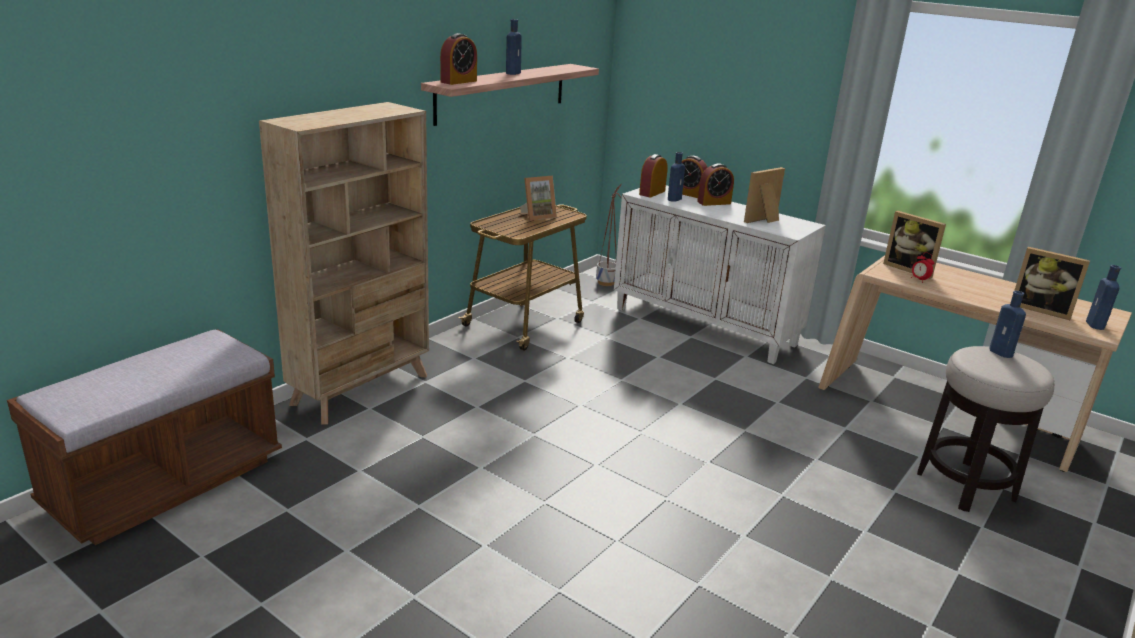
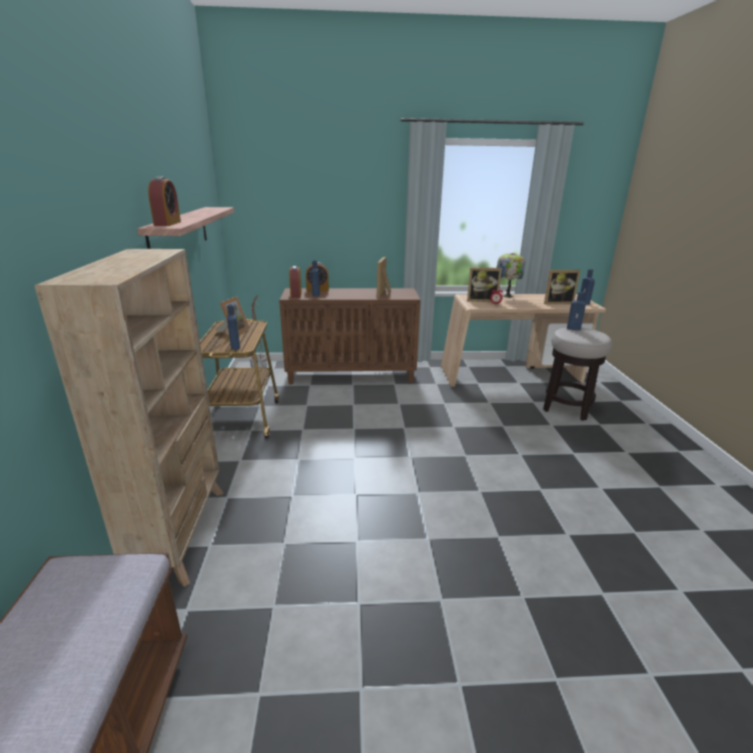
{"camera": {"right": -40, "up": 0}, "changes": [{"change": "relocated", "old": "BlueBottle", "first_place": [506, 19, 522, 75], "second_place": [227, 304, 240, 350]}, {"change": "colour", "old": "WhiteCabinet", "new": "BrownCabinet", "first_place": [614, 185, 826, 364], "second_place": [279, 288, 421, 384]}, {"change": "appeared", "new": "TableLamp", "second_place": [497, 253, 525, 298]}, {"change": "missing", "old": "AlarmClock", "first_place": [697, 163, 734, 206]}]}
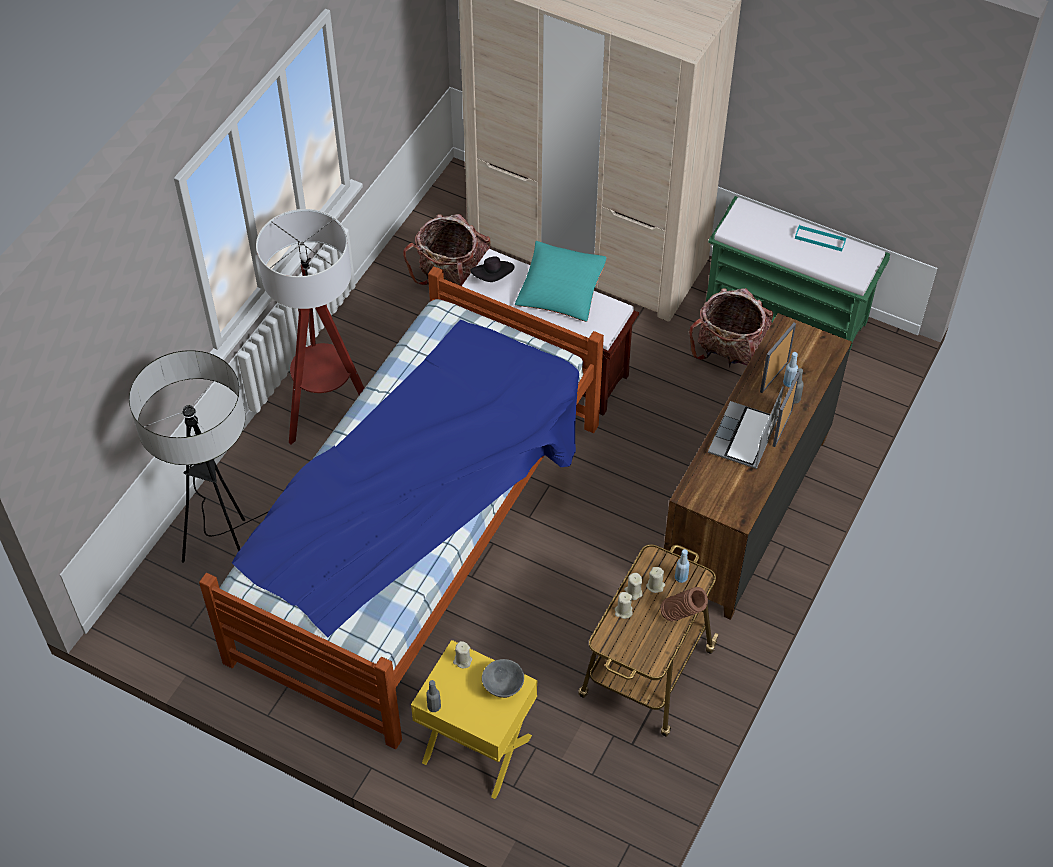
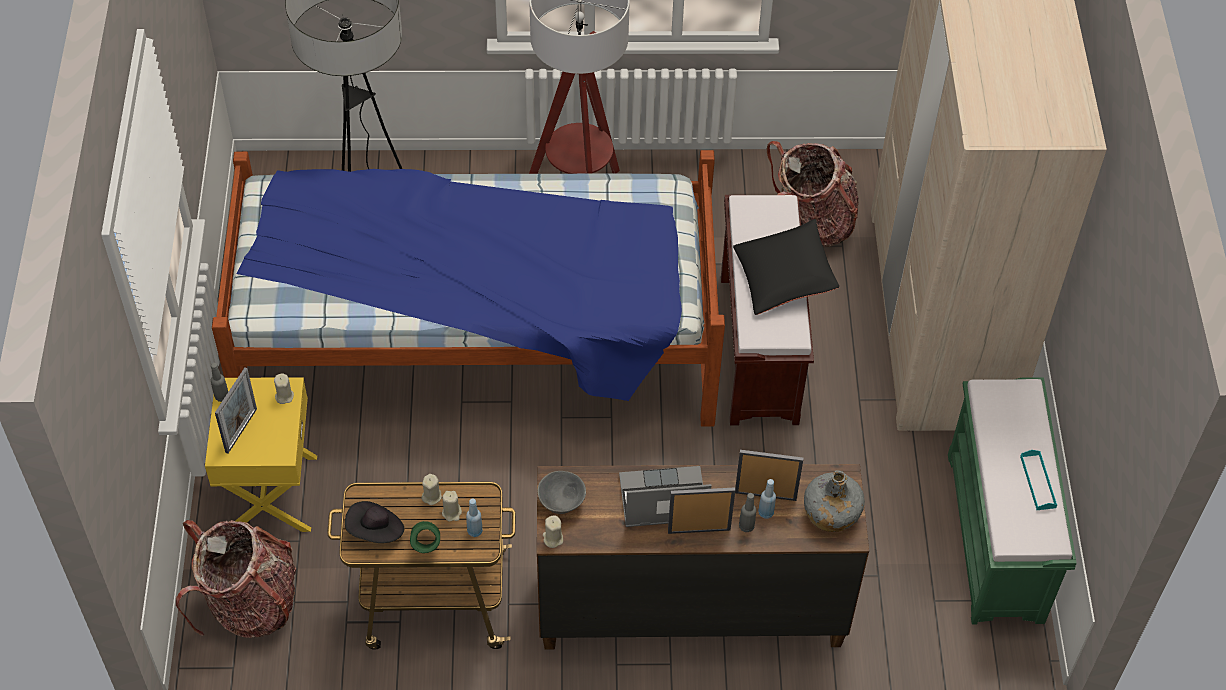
{"camera": {"right": 60, "up": 0}, "changes": [{"change": "relocated", "old": "Backpack", "first_place": [689, 288, 773, 368], "second_place": [176, 520, 296, 638]}, {"change": "appeared", "new": "PictureFrame", "second_place": [215, 368, 257, 454]}, {"change": "relocated", "old": "BlackHat", "first_place": [470, 256, 515, 282], "second_place": [345, 501, 404, 543]}, {"change": "colour", "old": "BrownVase", "new": "GreenVase", "first_place": [660, 587, 708, 621], "second_place": [410, 521, 440, 553]}, {"change": "relocated", "old": "GreyBowl", "first_place": [482, 659, 524, 698], "second_place": [538, 471, 586, 514]}, {"change": "relocated", "old": "BeigeCandle", "first_place": [615, 592, 633, 619], "second_place": [543, 516, 563, 548]}, {"change": "colour", "old": "TurquoisePillow", "new": "BlackPillow", "first_place": [515, 241, 607, 322], "second_place": [733, 219, 839, 315]}, {"change": "appeared", "new": "GreyBottle", "second_place": [804, 470, 865, 532]}]}
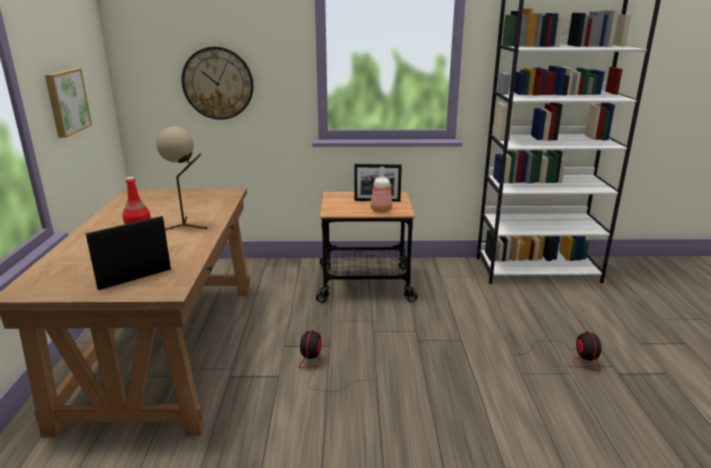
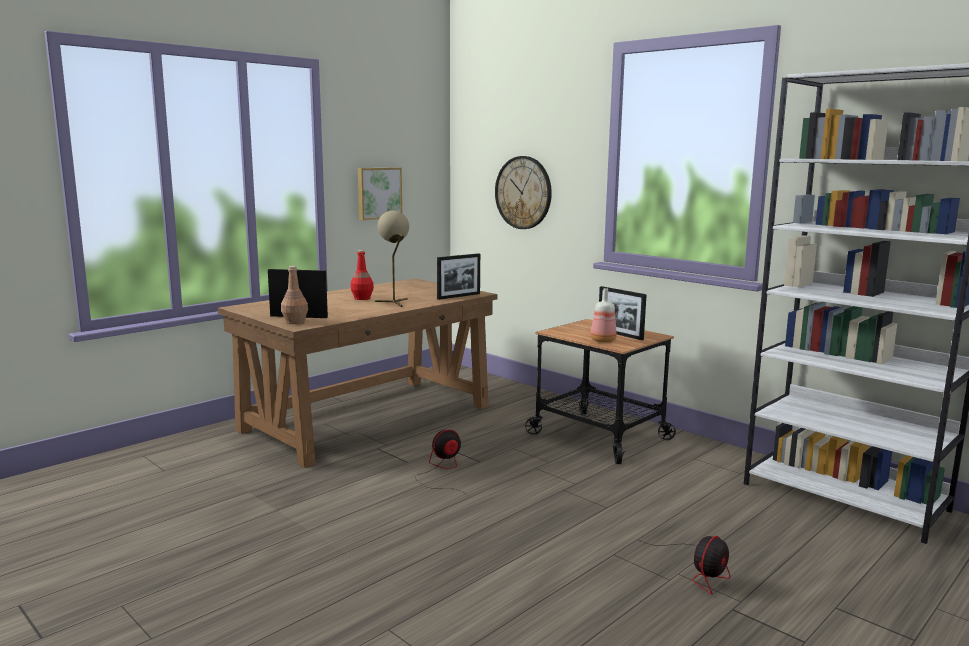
{"camera": {"right": 45, "up": -10}, "changes": [{"change": "appeared", "new": "BrownBottle", "second_place": [281, 266, 308, 324]}, {"change": "appeared", "new": "PictureFrame", "second_place": [437, 253, 480, 300]}]}
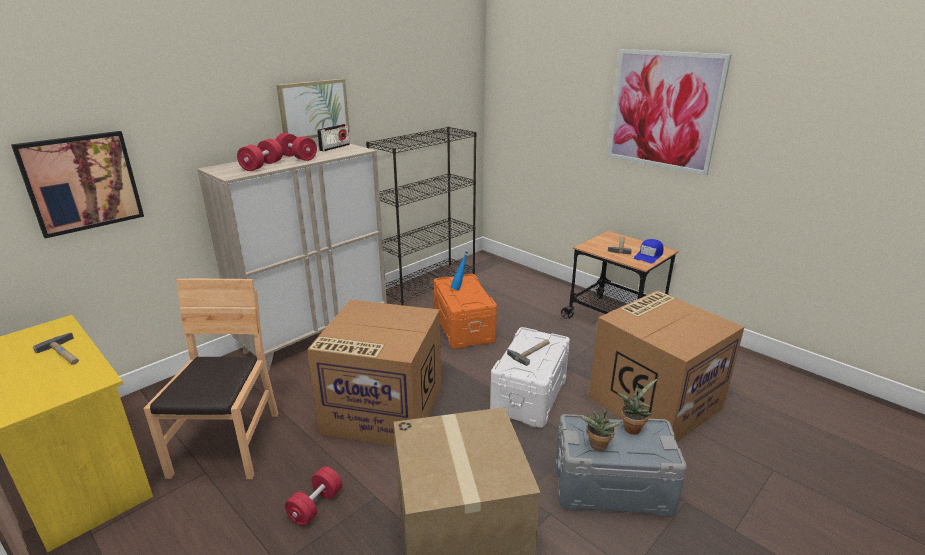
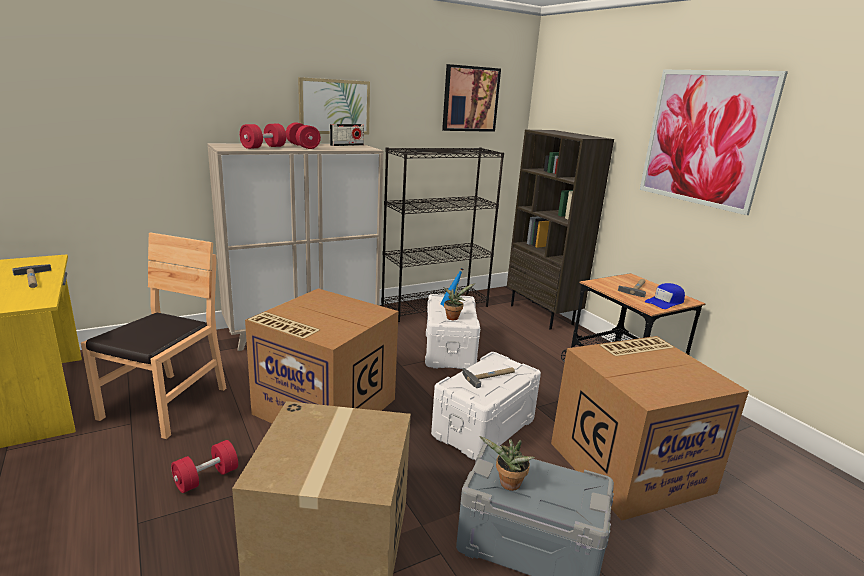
{"camera": {"right": 15, "up": -5}, "changes": [{"change": "colour", "old": "OrangeStorageBox", "new": "WhiteStorageBox", "first_place": [434, 274, 497, 349], "second_place": [425, 294, 480, 369]}, {"change": "relocated", "old": "Picture", "first_place": [11, 131, 144, 238], "second_place": [442, 64, 501, 132]}, {"change": "relocated", "old": "PottedPlant", "first_place": [617, 379, 657, 435], "second_place": [443, 283, 476, 320]}, {"change": "appeared", "new": "BrownBookcase", "second_place": [507, 130, 614, 330]}]}
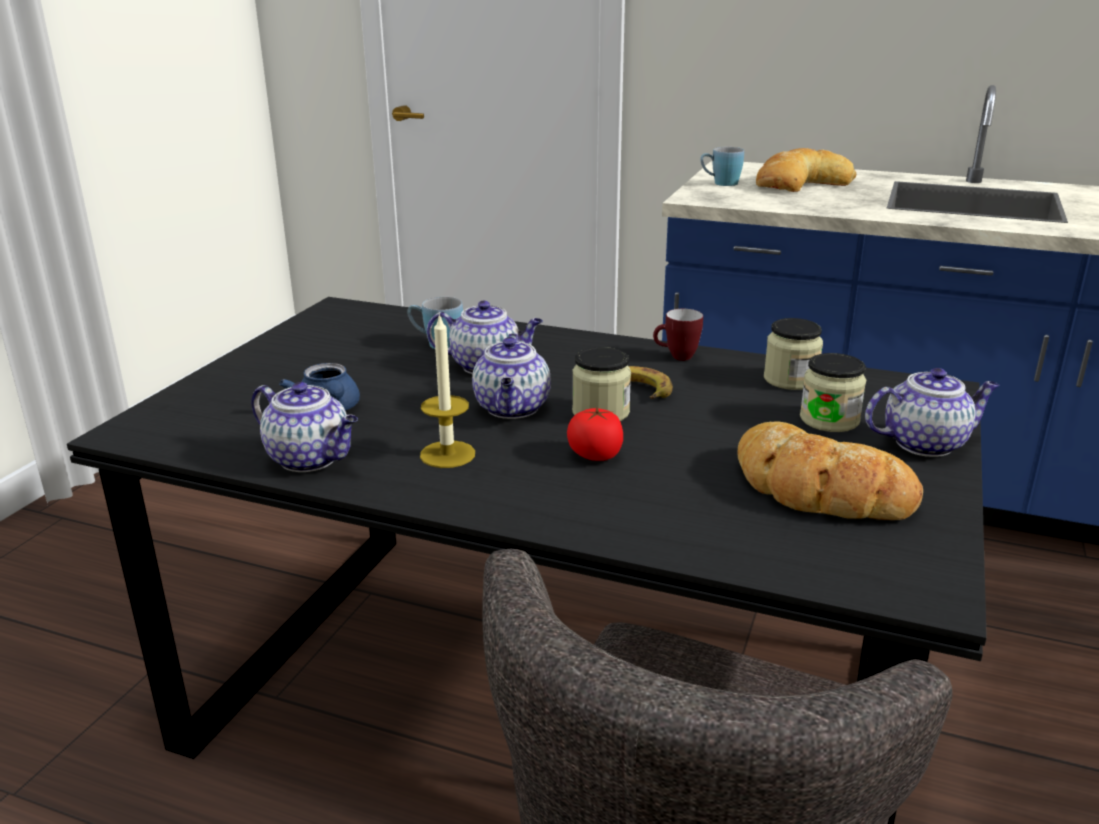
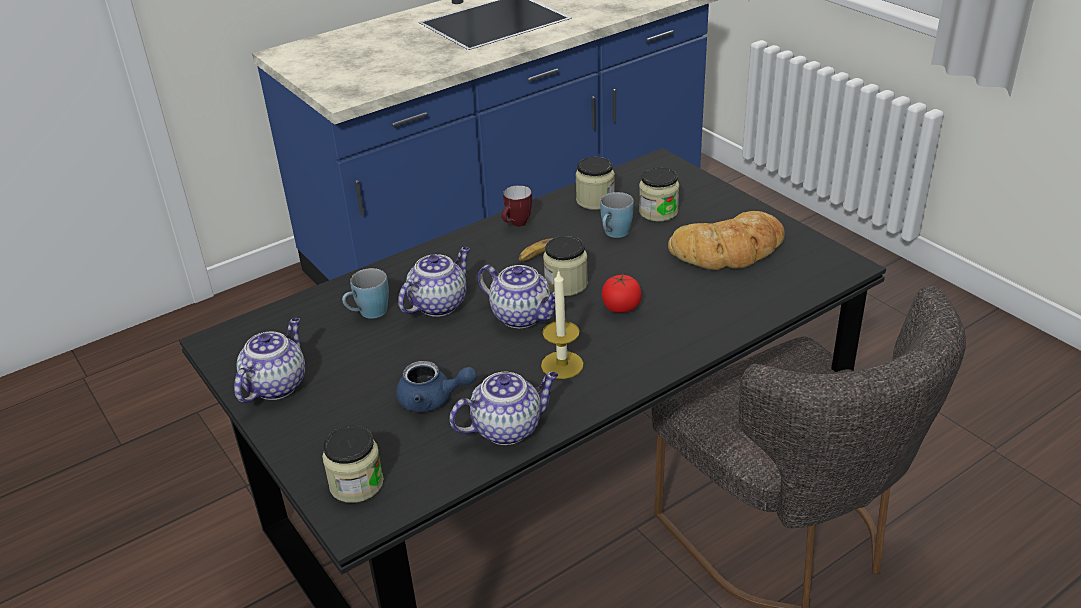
{"camera": {"right": -55, "up": 10}, "changes": [{"change": "relocated", "old": "Teapot", "first_place": [865, 368, 1000, 457], "second_place": [234, 318, 305, 403]}, {"change": "appeared", "new": "Jar", "second_place": [322, 425, 384, 503]}, {"change": "relocated", "old": "BlueMug", "first_place": [700, 147, 744, 186], "second_place": [600, 192, 634, 238]}, {"change": "missing", "old": "Bread", "first_place": [756, 148, 856, 192]}]}
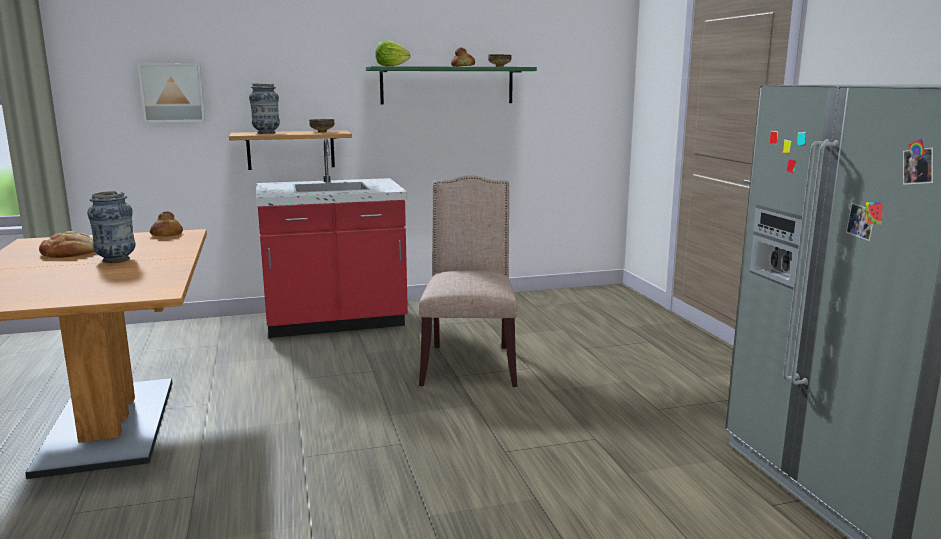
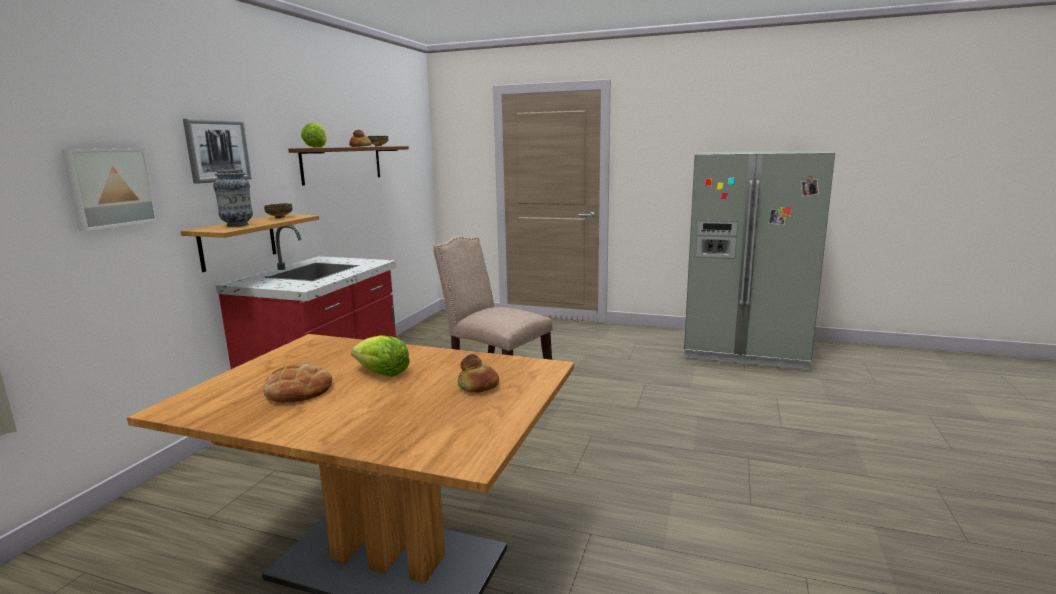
{"camera": {"right": -55, "up": 0}, "changes": [{"change": "appeared", "new": "Picture", "second_place": [183, 119, 252, 184]}, {"change": "colour", "old": "GreenShelf", "new": "BrownShelf", "first_place": [366, 66, 537, 104], "second_place": [288, 146, 409, 185]}, {"change": "exchanged", "old": "Vase", "new": "Lettuce", "first_place": [87, 191, 135, 263], "second_place": [351, 335, 410, 377]}, {"change": "relocated", "old": "Bread", "first_place": [150, 211, 183, 236], "second_place": [458, 354, 499, 393]}]}
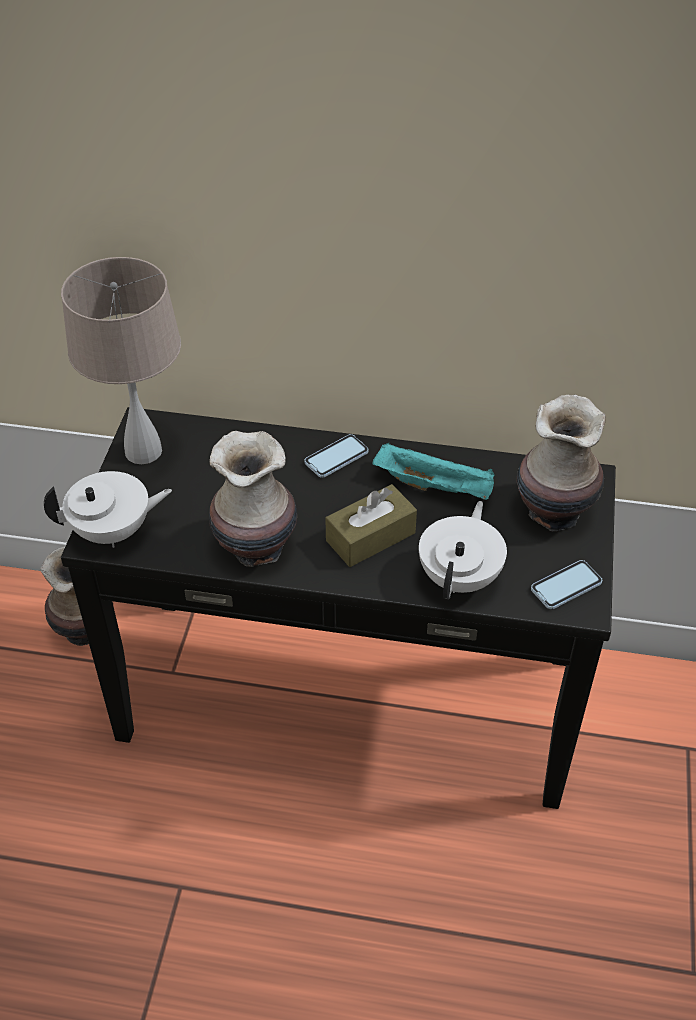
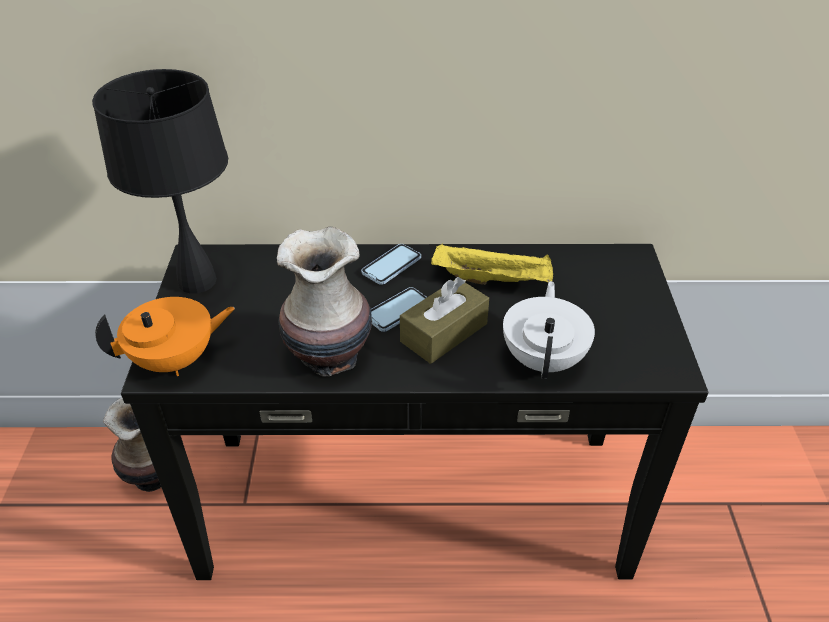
{"camera": {"right": -10, "up": -5}, "changes": [{"change": "colour", "old": "BeigeTableLamp", "new": "BlackTableLamp", "first_place": [61, 257, 181, 464], "second_place": [92, 69, 228, 294]}, {"change": "colour", "old": "WhiteTeapot", "new": "OrangeTeapot", "first_place": [44, 471, 172, 548], "second_place": [95, 297, 235, 376]}, {"change": "relocated", "old": "Phone", "first_place": [531, 560, 602, 609], "second_place": [371, 287, 427, 332]}, {"change": "colour", "old": "TurquoiseTray", "new": "YellowTray", "first_place": [372, 443, 495, 500], "second_place": [431, 243, 553, 285]}, {"change": "missing", "old": "Vase", "first_place": [517, 394, 606, 531]}]}
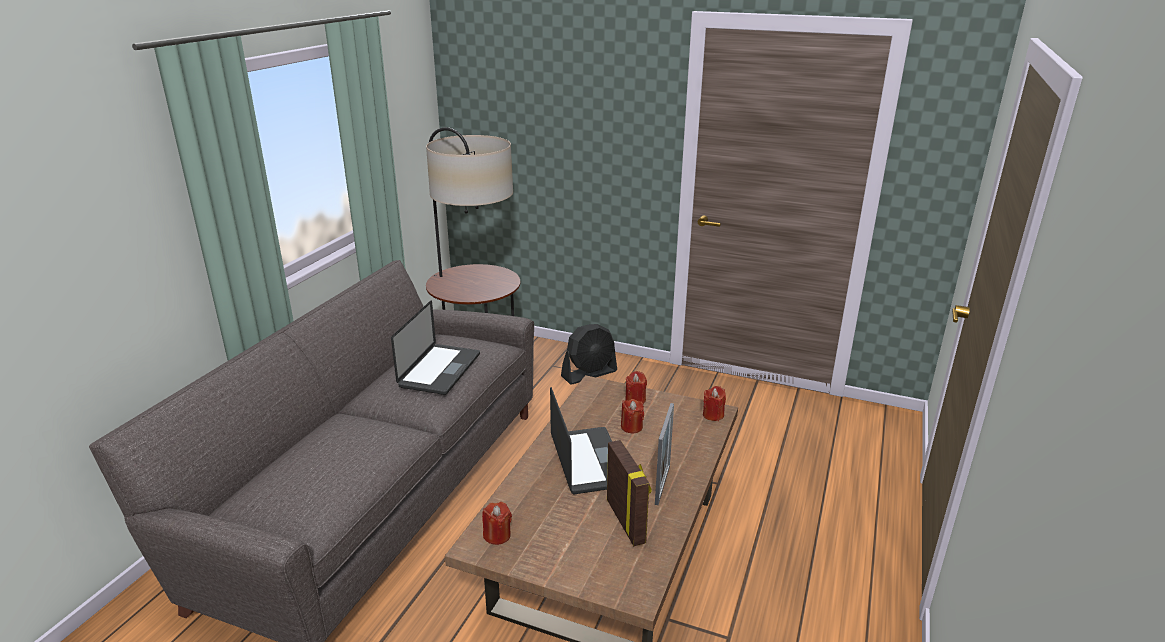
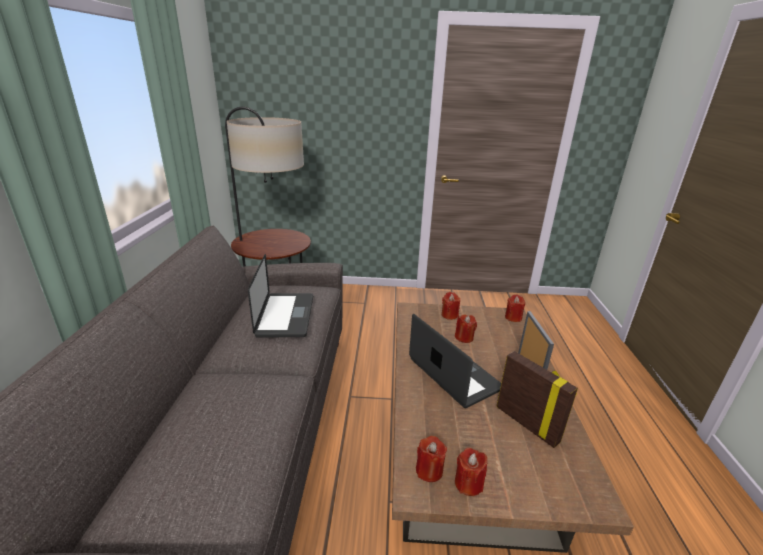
{"camera": {"right": -20, "up": 0}, "changes": [{"change": "appeared", "new": "RedCandle", "second_place": [455, 448, 487, 496]}, {"change": "missing", "old": "BlackFan", "first_place": [561, 324, 617, 385]}]}
